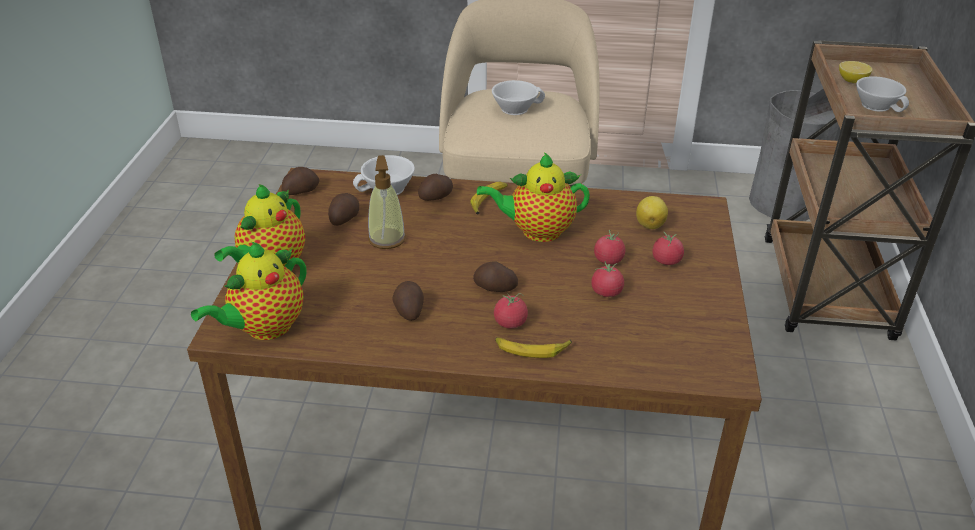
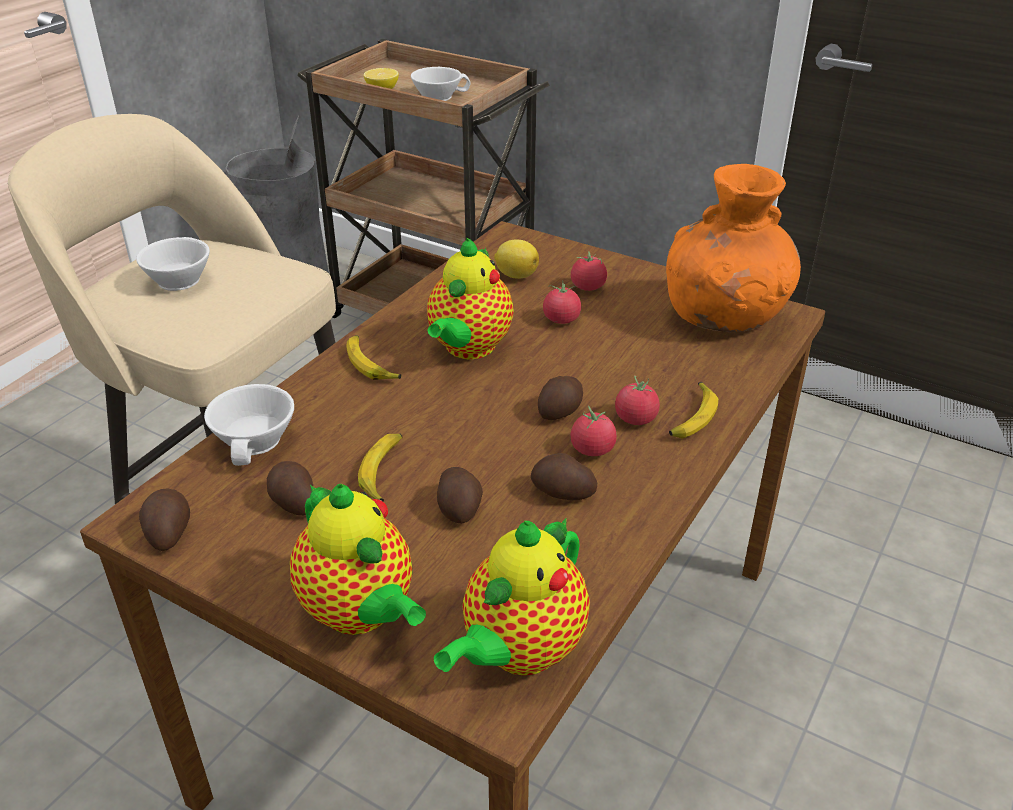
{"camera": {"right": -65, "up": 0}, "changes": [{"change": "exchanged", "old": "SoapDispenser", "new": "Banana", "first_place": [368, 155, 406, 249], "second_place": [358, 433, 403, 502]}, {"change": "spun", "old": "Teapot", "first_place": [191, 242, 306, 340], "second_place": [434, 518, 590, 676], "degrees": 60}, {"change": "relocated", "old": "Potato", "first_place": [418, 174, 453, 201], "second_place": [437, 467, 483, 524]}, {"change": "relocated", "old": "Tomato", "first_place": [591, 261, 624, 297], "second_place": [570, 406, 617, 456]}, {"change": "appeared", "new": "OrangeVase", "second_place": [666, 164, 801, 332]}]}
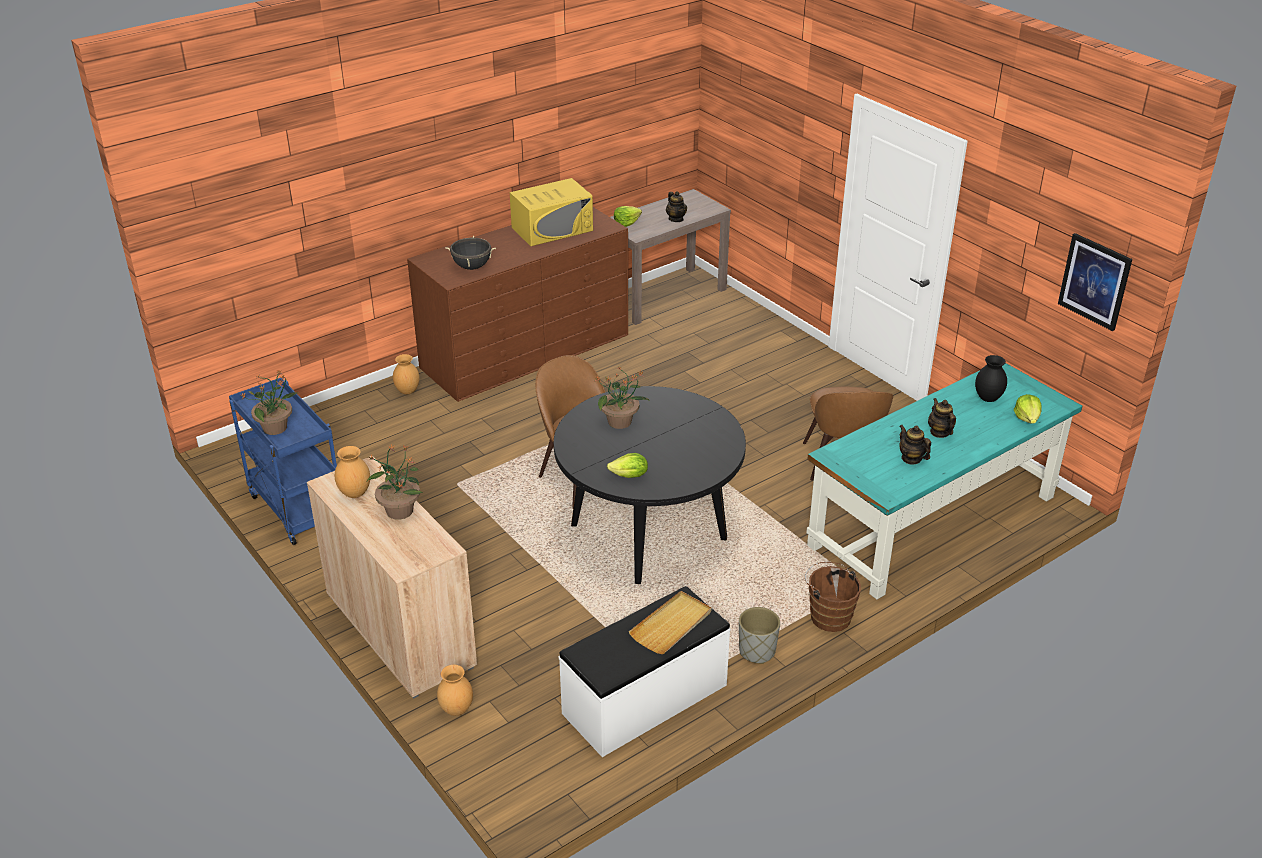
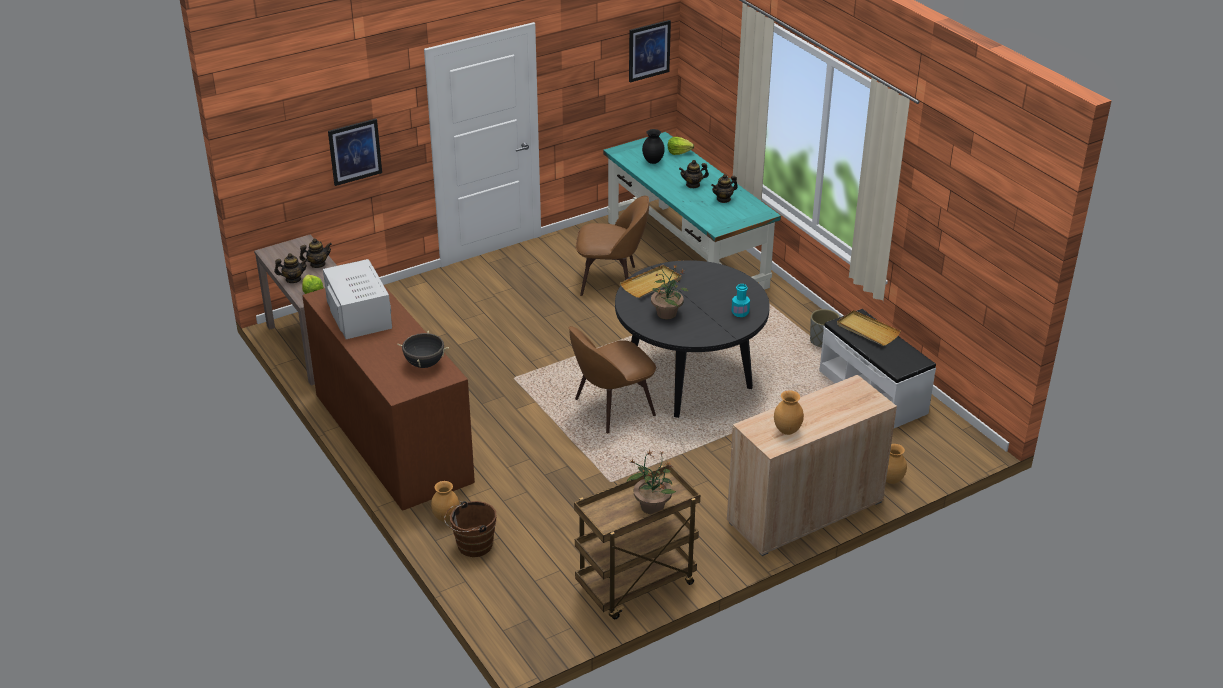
{"camera": {"right": -85, "up": 0}, "changes": [{"change": "appeared", "new": "Teapot", "second_place": [274, 253, 308, 283]}, {"change": "colour", "old": "YellowMicrowave", "new": "WhiteMicrowave", "first_place": [510, 178, 593, 246], "second_place": [323, 259, 392, 339]}, {"change": "appeared", "new": "Picture", "second_place": [328, 119, 382, 186]}, {"change": "relocated", "old": "BrownBucket", "first_place": [805, 562, 861, 632], "second_place": [444, 501, 496, 557]}, {"change": "colour", "old": "BlueCart", "new": "BrownCart", "first_place": [229, 378, 337, 545], "second_place": [574, 465, 700, 620]}, {"change": "appeared", "new": "BeigeTray", "second_place": [620, 265, 681, 298]}, {"change": "exchanged", "old": "Lettuce", "new": "TurquoiseBottle", "first_place": [607, 453, 648, 478], "second_place": [732, 284, 750, 317]}, {"change": "missing", "old": "PottedPlant", "first_place": [367, 444, 423, 520]}]}
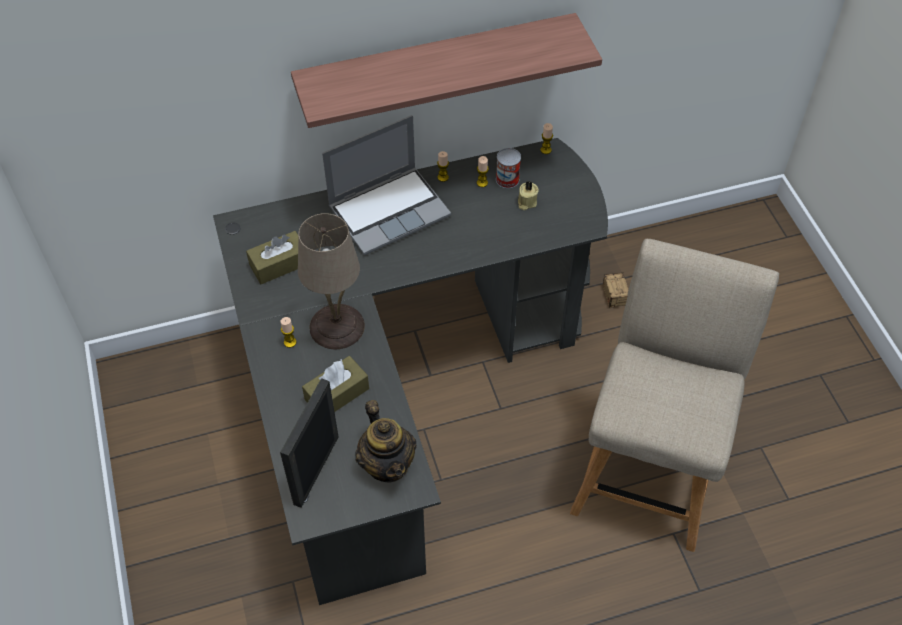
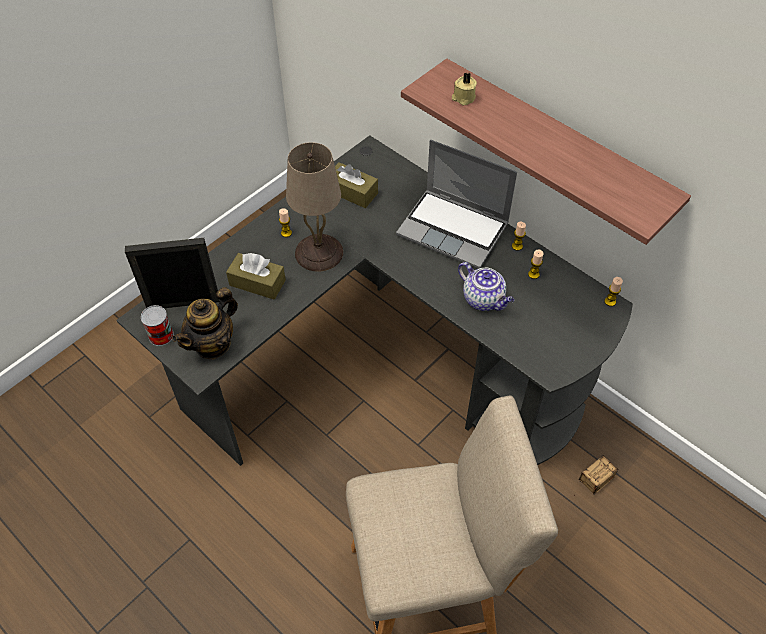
{"camera": {"right": 60, "up": 0}, "changes": [{"change": "relocated", "old": "Can", "first_place": [496, 148, 521, 189], "second_place": [141, 305, 174, 346]}, {"change": "relocated", "old": "BeigeCandle", "first_place": [518, 181, 539, 210], "second_place": [452, 72, 477, 105]}, {"change": "appeared", "new": "Teapot", "second_place": [458, 262, 514, 311]}]}
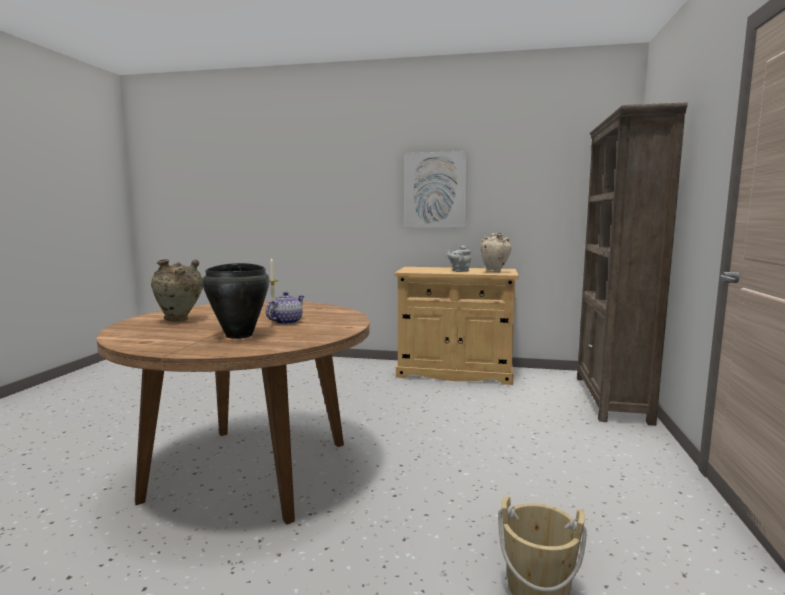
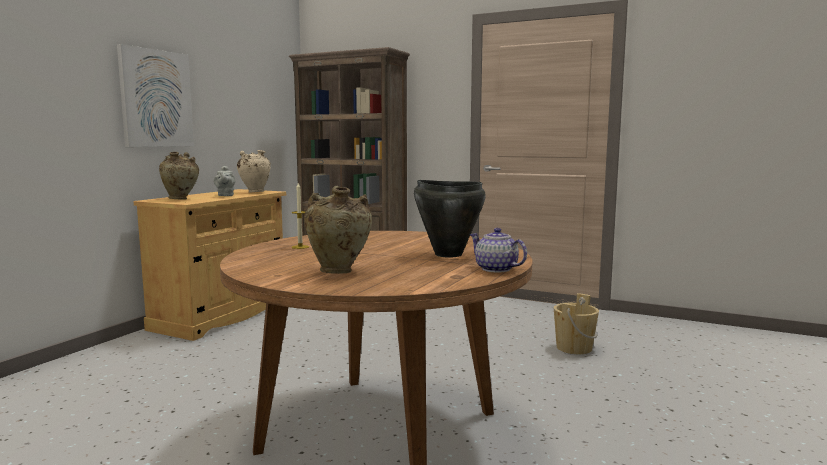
{"camera": {"right": -75, "up": 0}, "changes": [{"change": "appeared", "new": "BeigeVase", "second_place": [159, 152, 199, 200]}, {"change": "relocated", "old": "Teapot", "first_place": [266, 292, 304, 325], "second_place": [470, 228, 527, 272]}]}
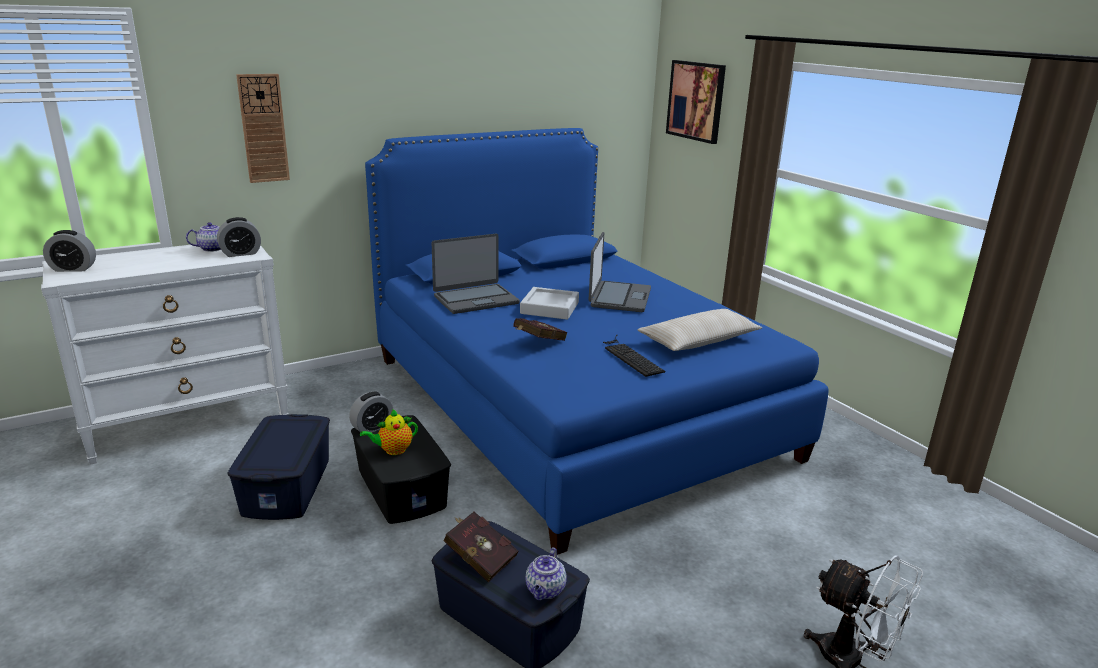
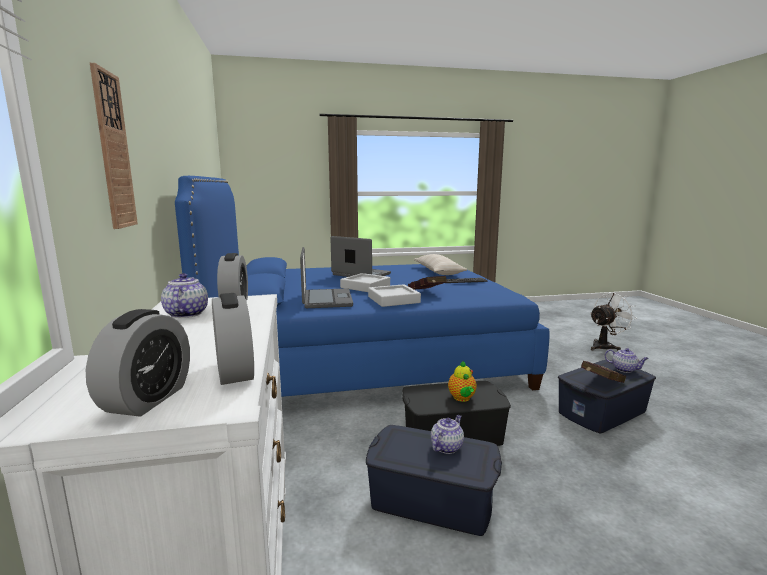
{"camera": {"right": -70, "up": -10}, "changes": [{"change": "relocated", "old": "AlarmClock", "first_place": [349, 392, 393, 433], "second_place": [212, 293, 254, 385]}, {"change": "appeared", "new": "GreyTray", "second_place": [368, 284, 421, 307]}, {"change": "appeared", "new": "Teapot", "second_place": [431, 415, 464, 454]}, {"change": "missing", "old": "Picture", "first_place": [666, 60, 726, 144]}]}
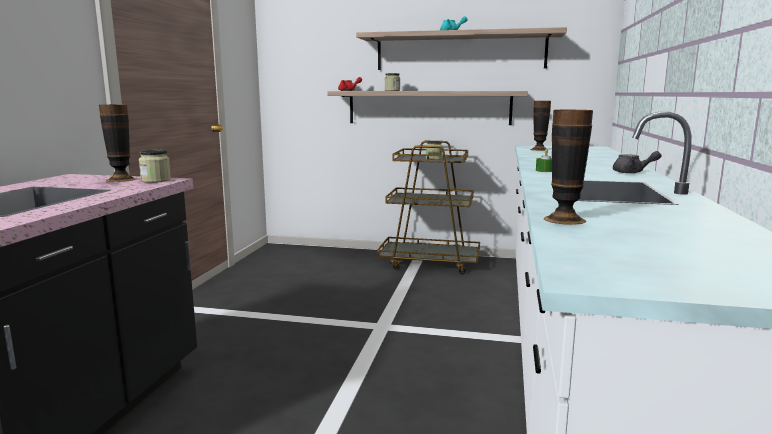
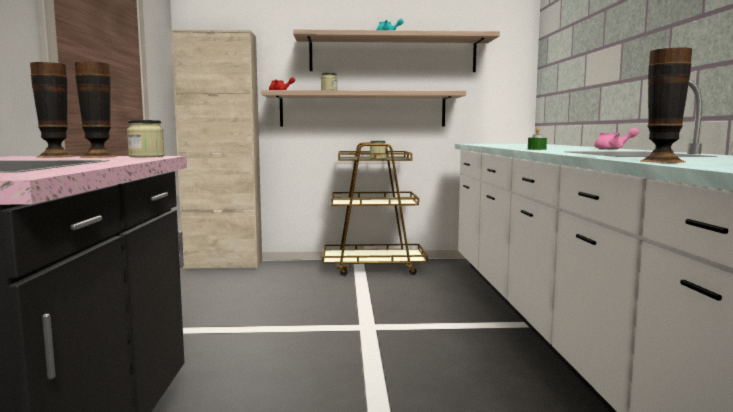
{"camera": {"right": -15, "up": -5}, "changes": [{"change": "relocated", "old": "Vase", "first_place": [530, 101, 551, 151], "second_place": [30, 62, 75, 158]}, {"change": "appeared", "new": "BeigeCabinet", "second_place": [171, 30, 262, 270]}, {"change": "colour", "old": "GreyTeapot", "new": "PinkTeapot", "first_place": [613, 151, 661, 173], "second_place": [594, 128, 639, 149]}]}
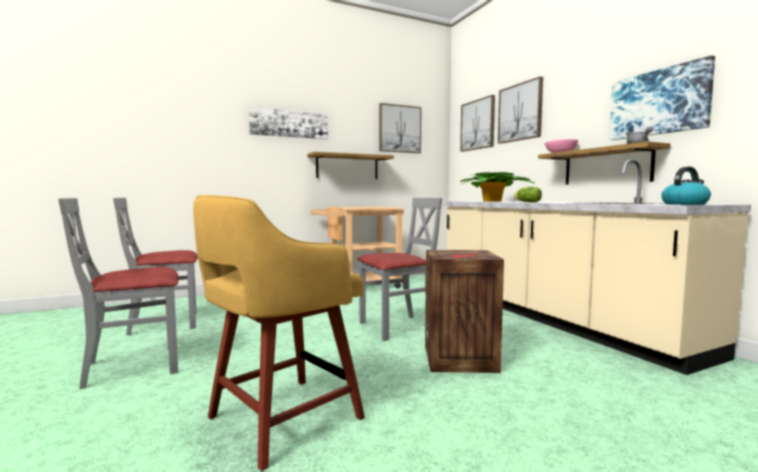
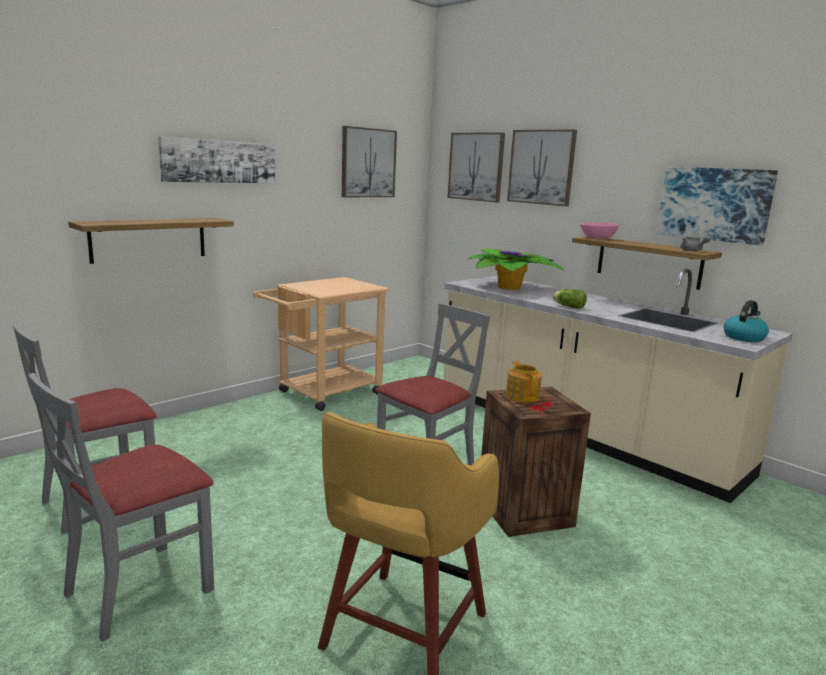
{"camera": {"right": -20, "up": 10}, "changes": [{"change": "relocated", "old": "Shelf", "first_place": [307, 152, 394, 179], "second_place": [68, 218, 234, 264]}, {"change": "appeared", "new": "Teapot", "second_place": [506, 361, 542, 403]}]}
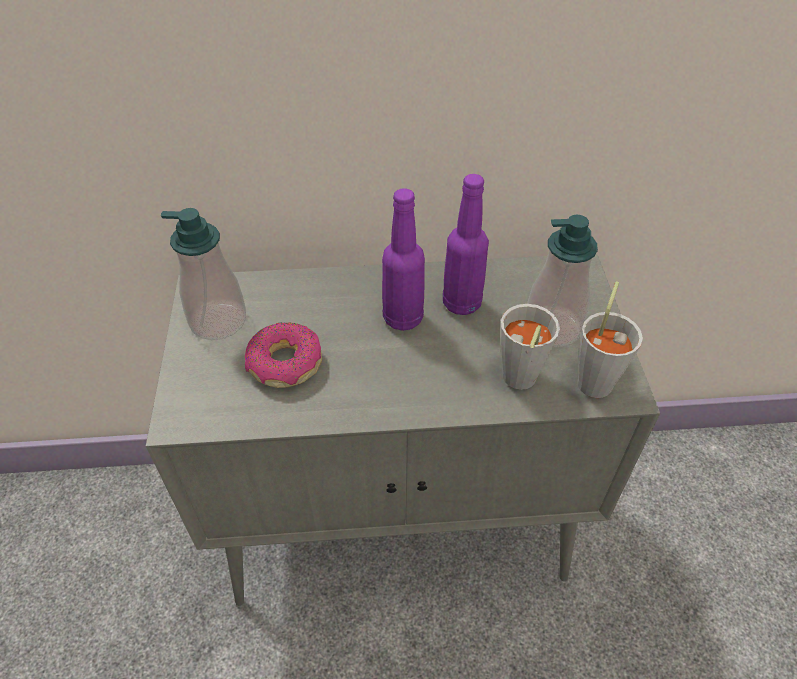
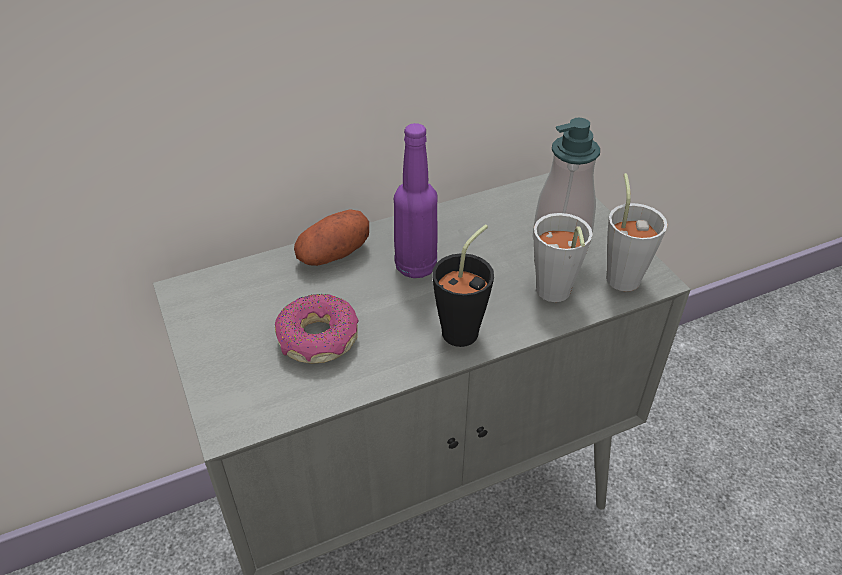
{"camera": {"right": -20, "up": -5}, "changes": [{"change": "appeared", "new": "Potato", "second_place": [294, 209, 369, 266]}, {"change": "appeared", "new": "BlackCup", "second_place": [432, 225, 494, 347]}, {"change": "missing", "old": "SoapDispenser", "first_place": [161, 208, 246, 340]}, {"change": "missing", "old": "PurpleBottle", "first_place": [443, 174, 489, 315]}]}
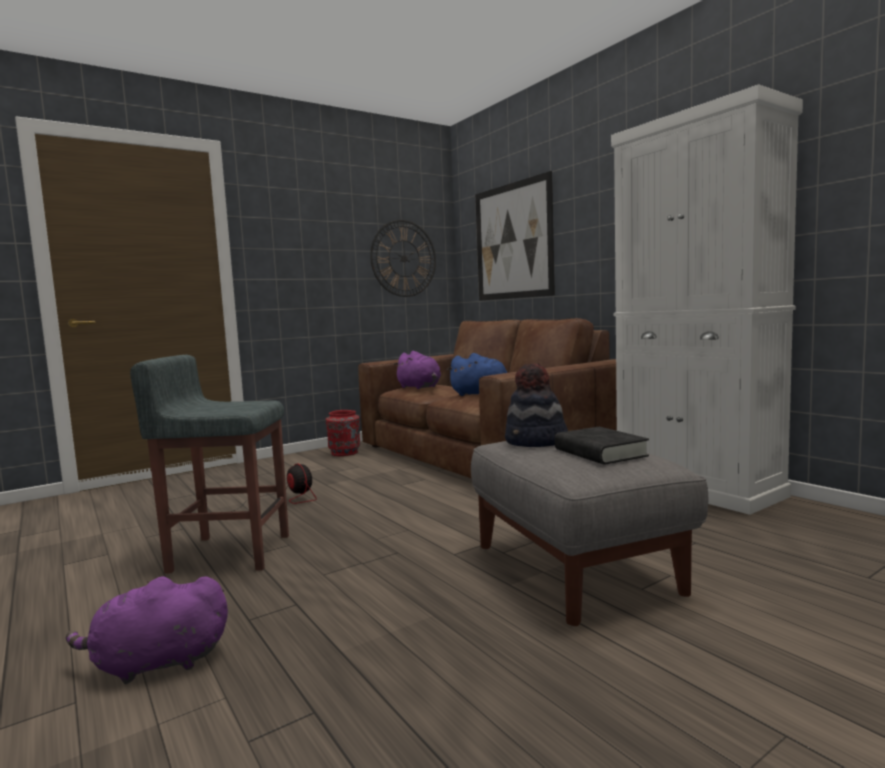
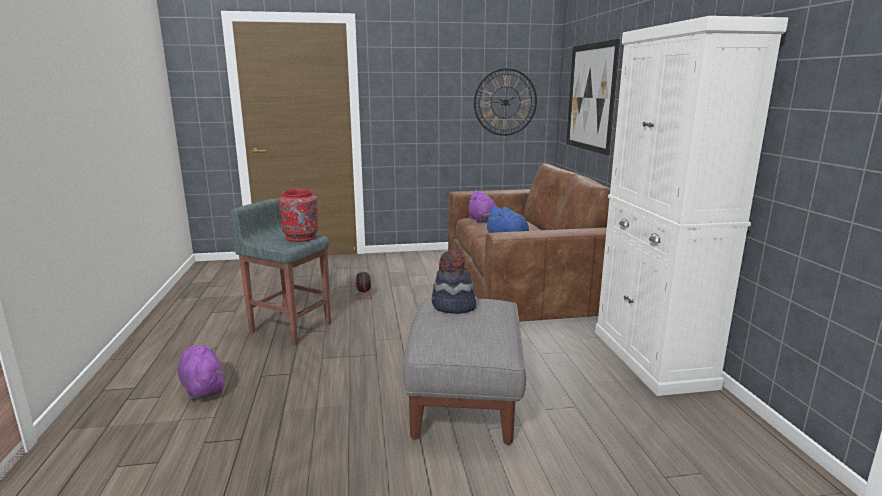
{"camera": {"right": 25, "up": 10}, "changes": [{"change": "spun", "old": "PurplePlushToy", "first_place": [66, 576, 228, 684], "second_place": [178, 345, 224, 400], "degrees": 45}, {"change": "relocated", "old": "RedVase", "first_place": [326, 410, 360, 456], "second_place": [278, 189, 318, 242]}, {"change": "missing", "old": "BlackBook", "first_place": [555, 427, 649, 465]}]}
